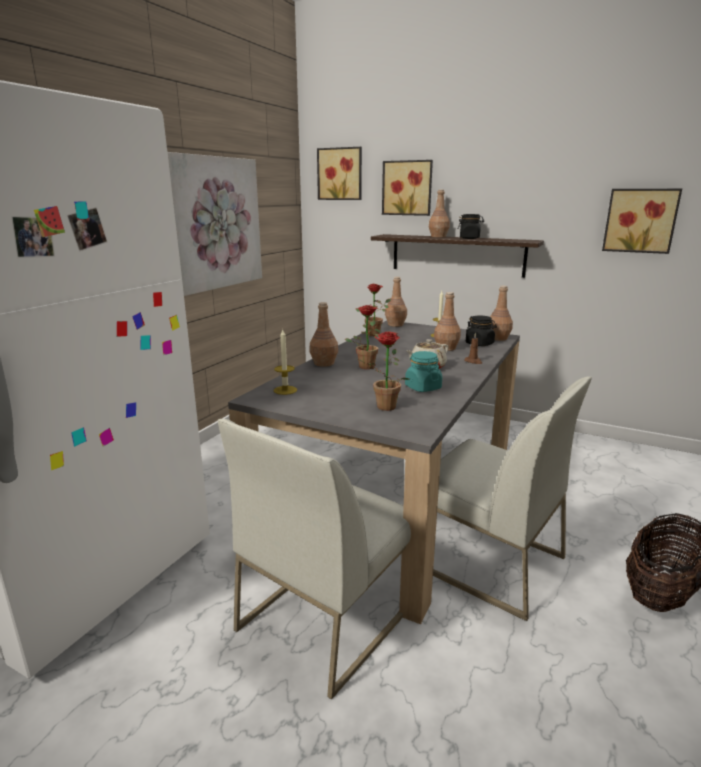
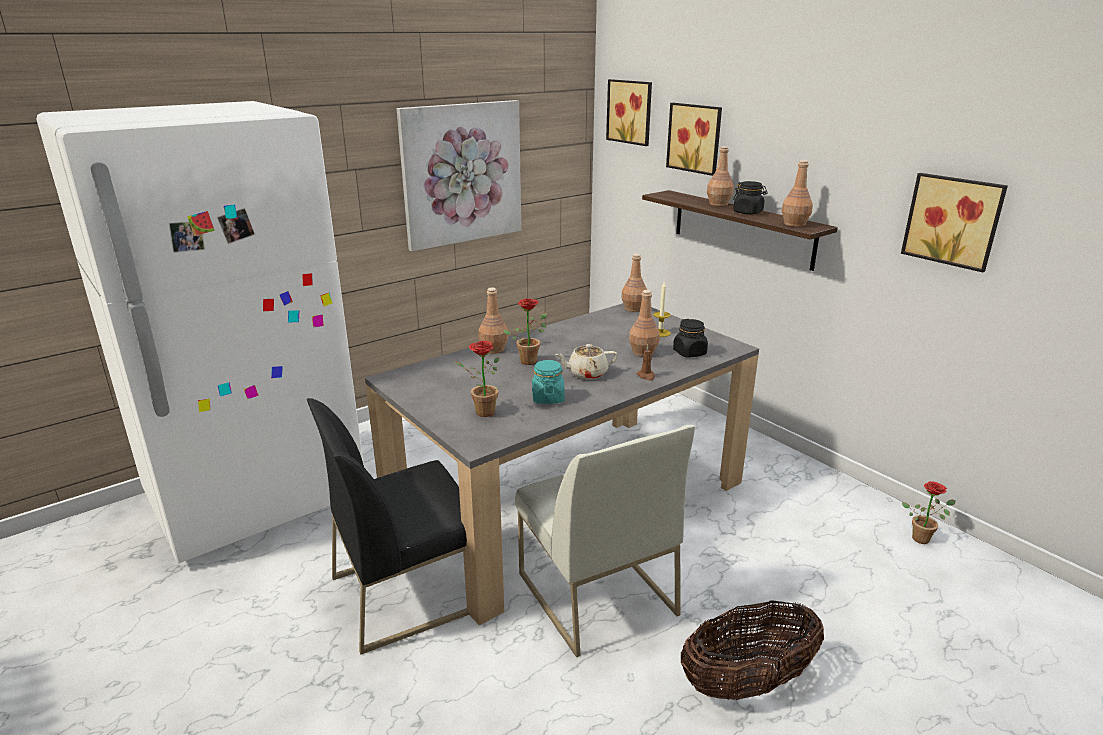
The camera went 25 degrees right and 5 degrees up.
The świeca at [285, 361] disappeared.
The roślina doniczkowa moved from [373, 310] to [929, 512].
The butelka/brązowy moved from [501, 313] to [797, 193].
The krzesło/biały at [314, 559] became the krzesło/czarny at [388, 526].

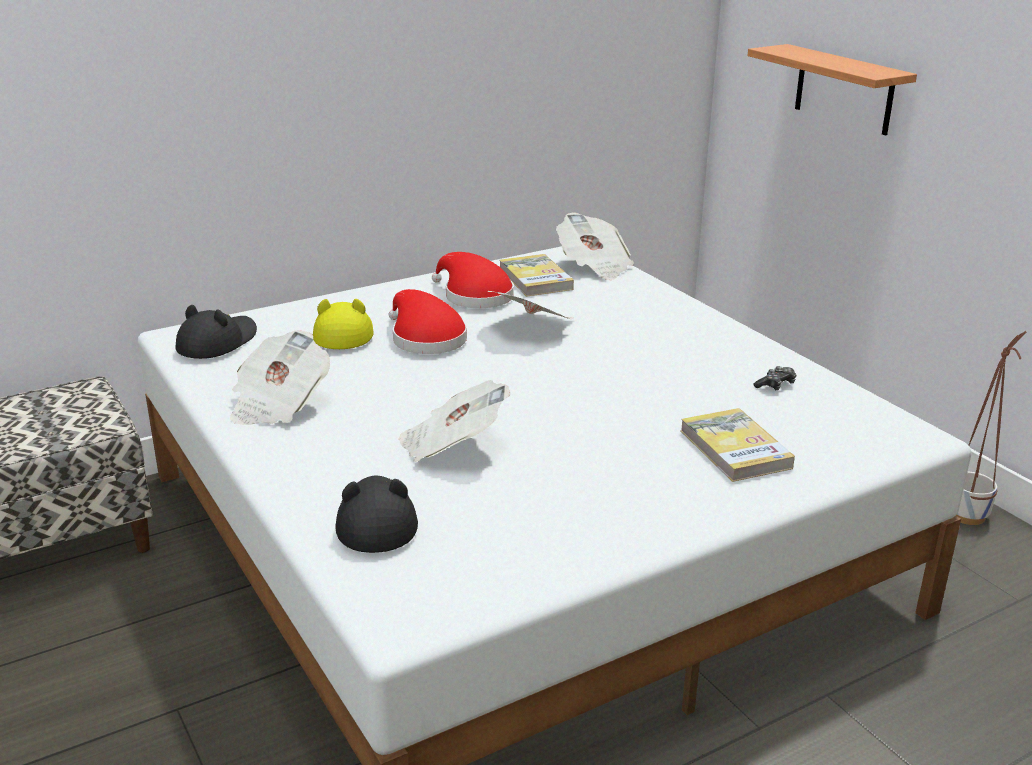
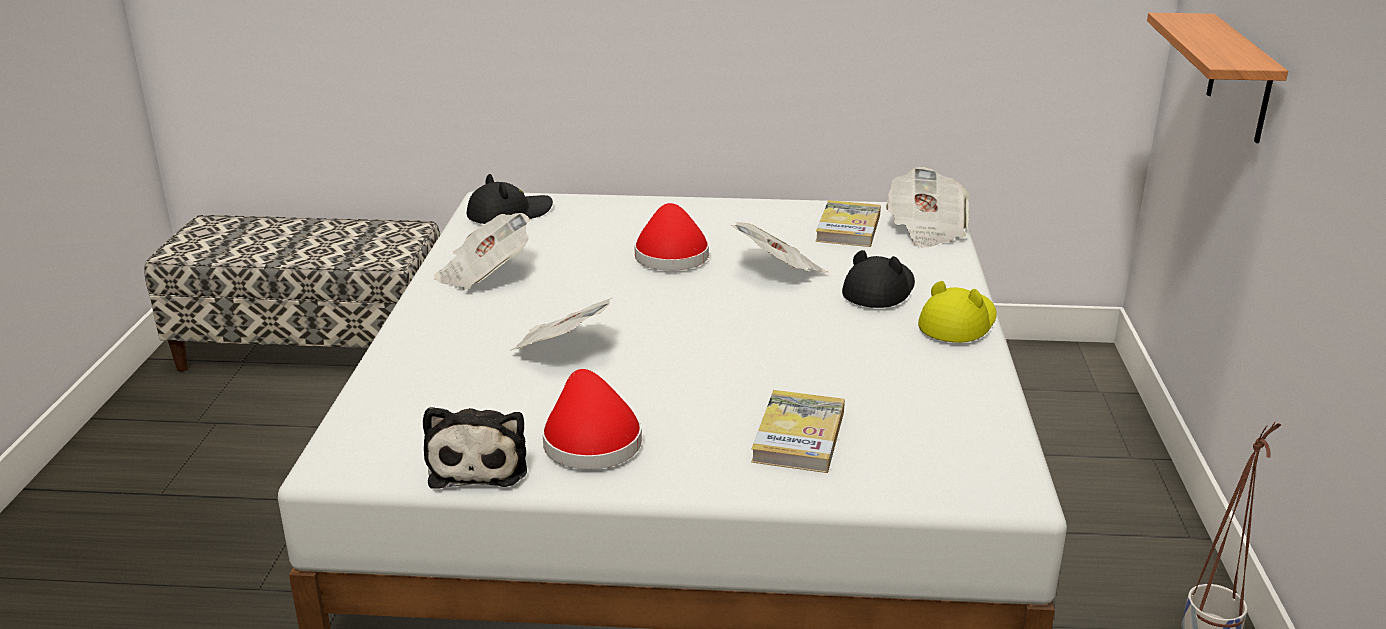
The camera went 35 degrees right and 0 degrees up.
The pad do gier at [775, 378] disappeared.
The pluszak at [475, 448] appeared.
The kapelusz/żółty moved from [343, 324] to [957, 312].
The kapelusz/czarny moved from [376, 514] to [878, 279].
The kapelusz/czerwony moved from [473, 280] to [592, 419].

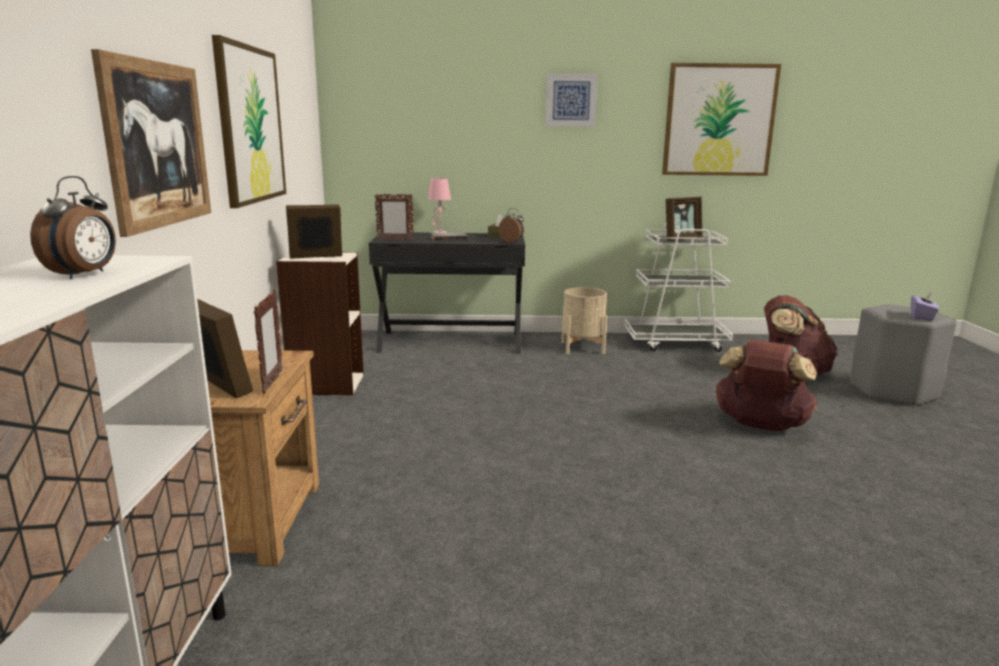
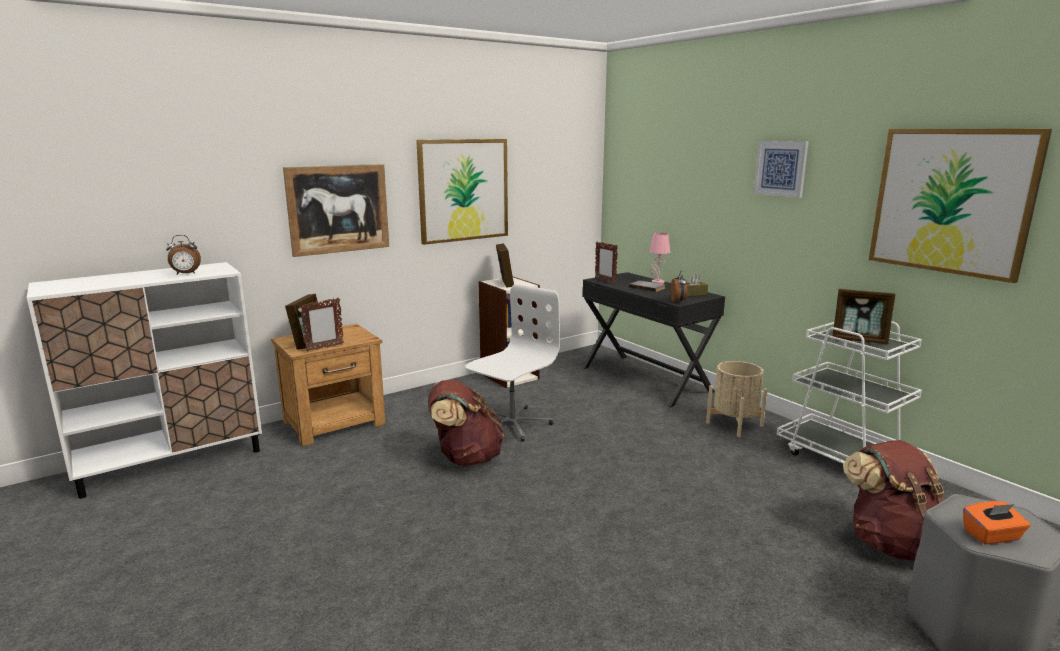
The camera went 55 degrees right and 0 degrees up.
The krzesło biurowe/biały at [512, 363] appeared.
The plecak/brązowy moved from [766, 385] to [466, 423].
The pudełko chusteczek/fioletowy at [925, 306] became the pudełko chusteczek/pomarańczowy at [996, 523].
The ramka na zdjęcie at [314, 231] turned 45 degrees clockwise.

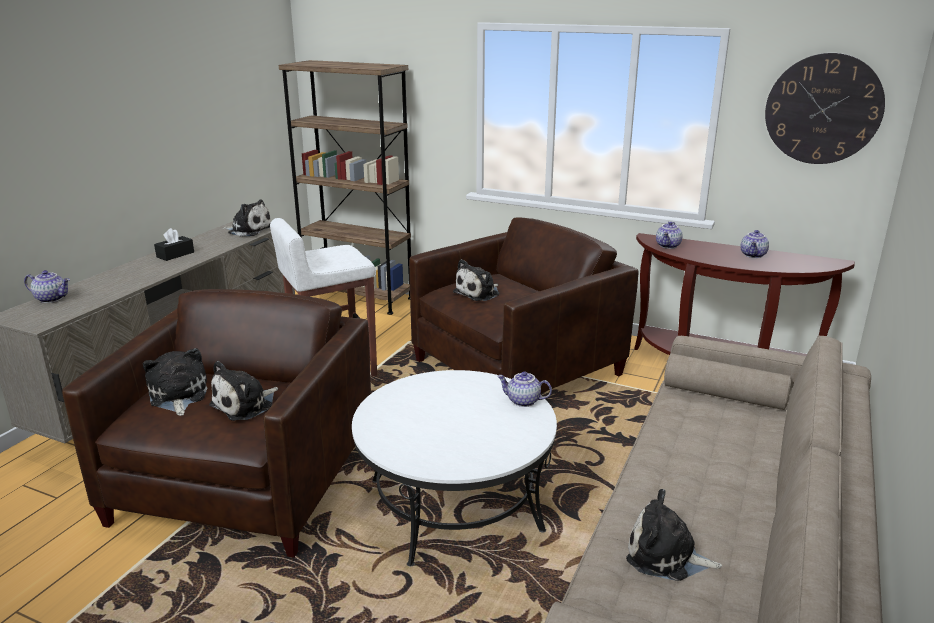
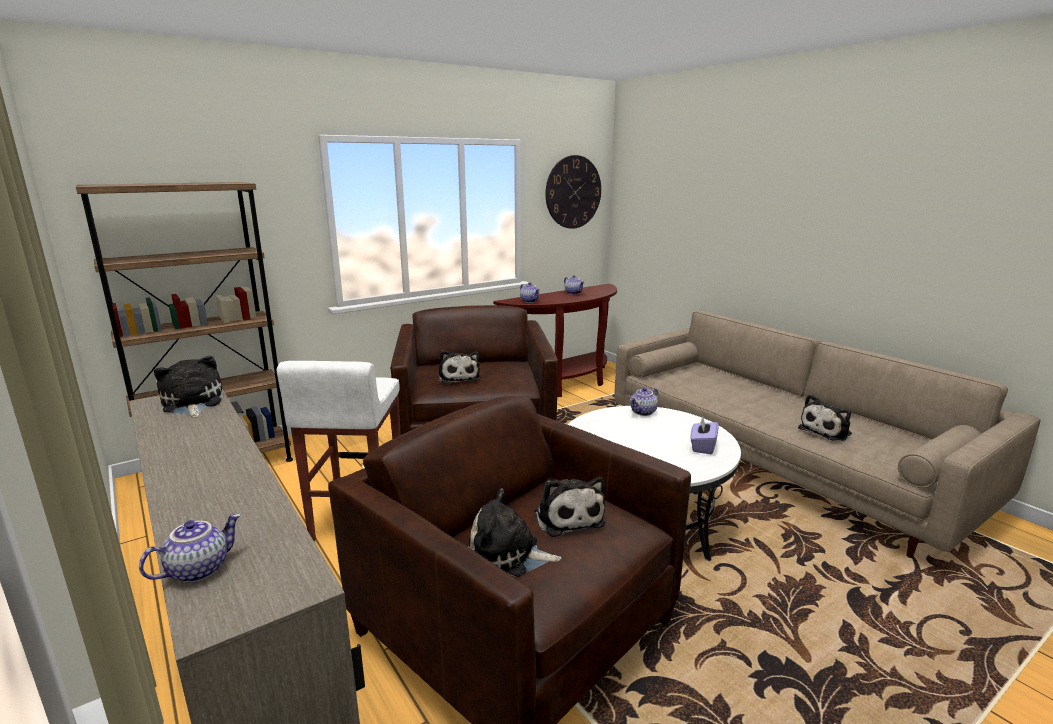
The camera went 60 degrees left and 5 degrees down.
The pudełko chusteczek/czarny at [174, 244] disappeared.
The pudełko chusteczek/fioletowy at [704, 435] appeared.
The pluszak at [246, 218] turned 75 degrees counterclockwise.

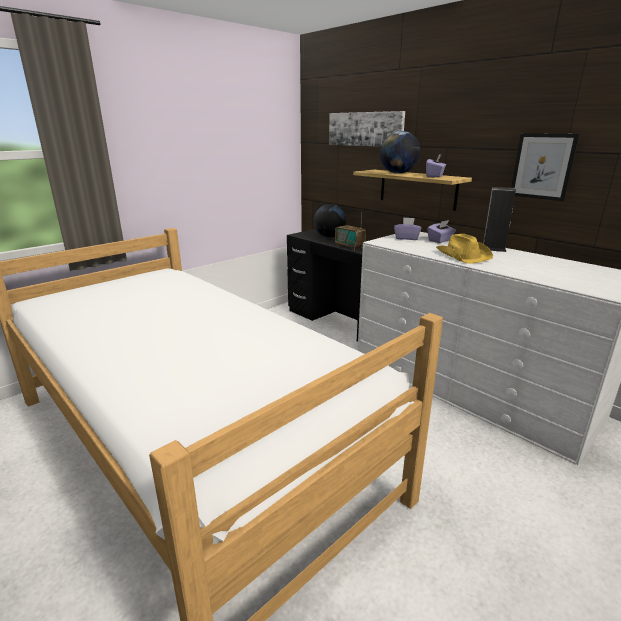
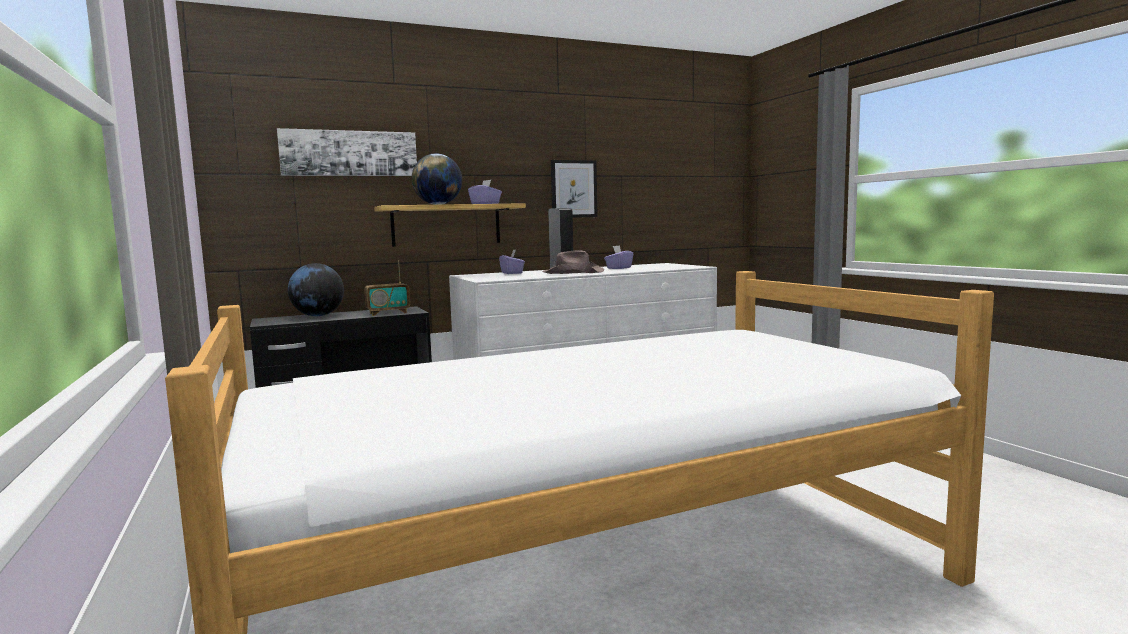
The camera went 70 degrees left and 15 degrees down.
The pudełko chusteczek/fioletowy moved from [407, 228] to [618, 257].
The kapelusz/żółty at [464, 249] became the kapelusz/brązowy at [573, 262].

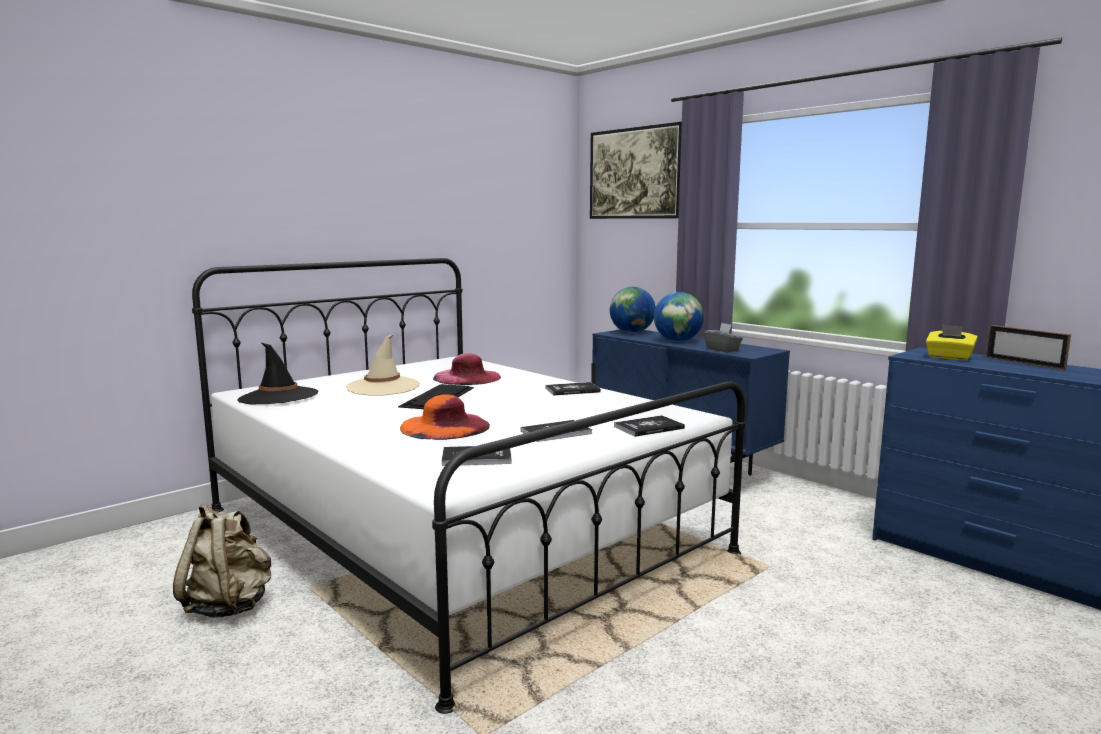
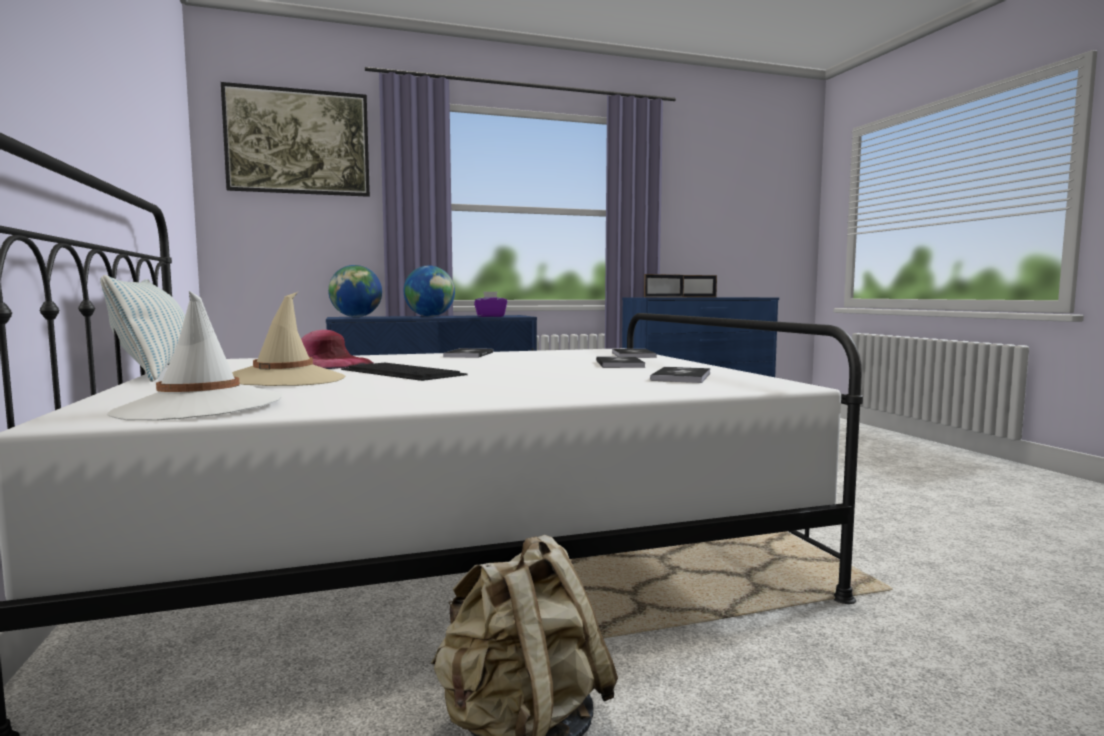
The camera went 65 degrees left and 5 degrees down.
The kapelusz/pomarańczowy at [445, 417] disappeared.
The poduszka at [142, 328] appeared.
The pudełko chusteczek/żółty at [952, 343] was replaced by the ramka na zdjęcie at [664, 285].
The kapelusz/czarny at [278, 373] became the kapelusz/biały at [194, 356].
The pudełko chusteczek/szary at [723, 337] became the pudełko chusteczek/fioletowy at [490, 304].

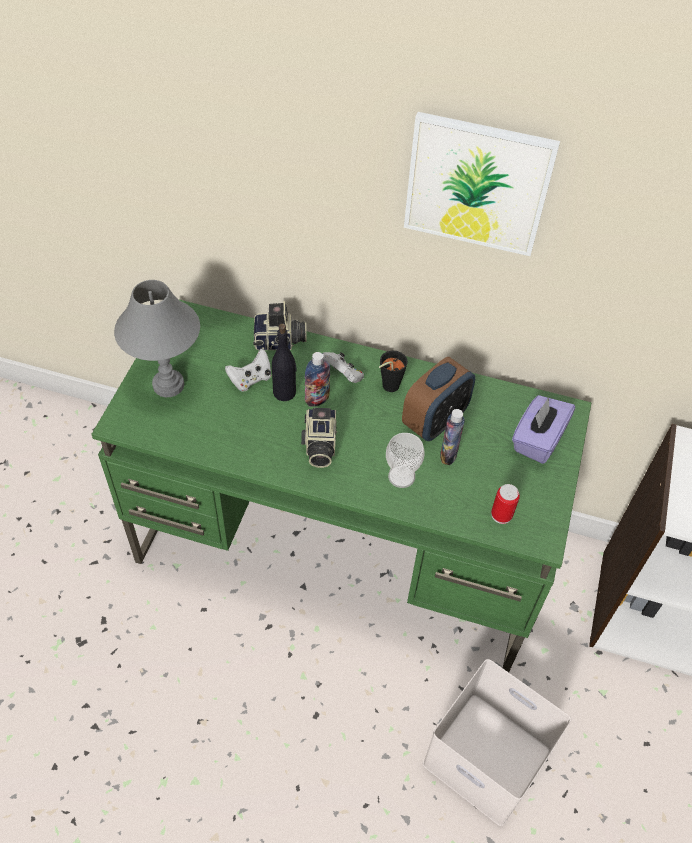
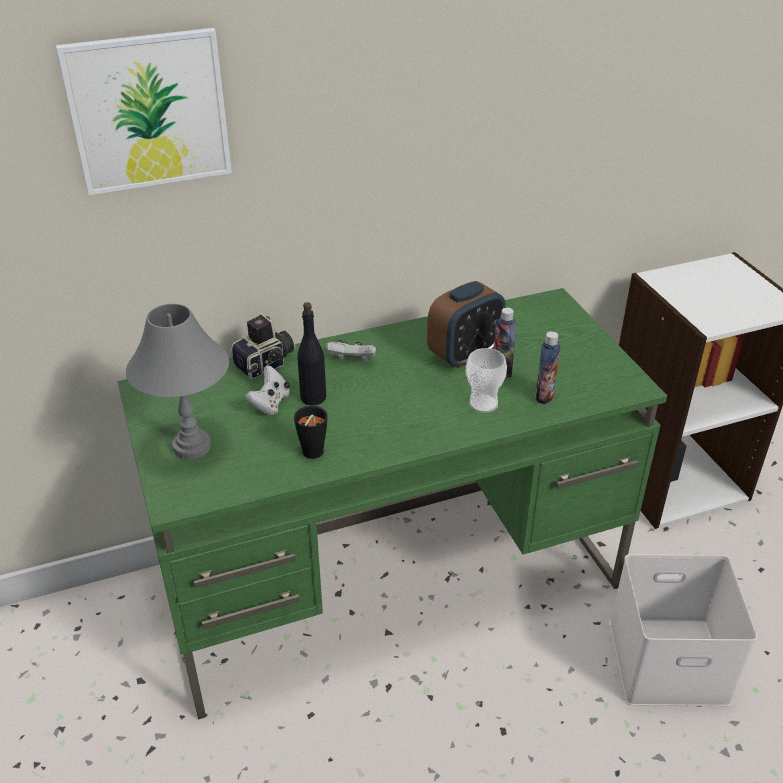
The camera went 35 degrees left and 15 degrees down.
The aparat fotograficzny at [319, 438] disappeared.
The puszka at [505, 504] disappeared.
The pudełko chusteczek/fioletowy at [543, 429] disappeared.
The butelka moved from [317, 379] to [548, 367].
The filiżanka/czarny moved from [393, 371] to [310, 432].
The obraz moved from [482, 184] to [144, 111].
The budzik at [438, 399] turned 45 degrees clockwise.

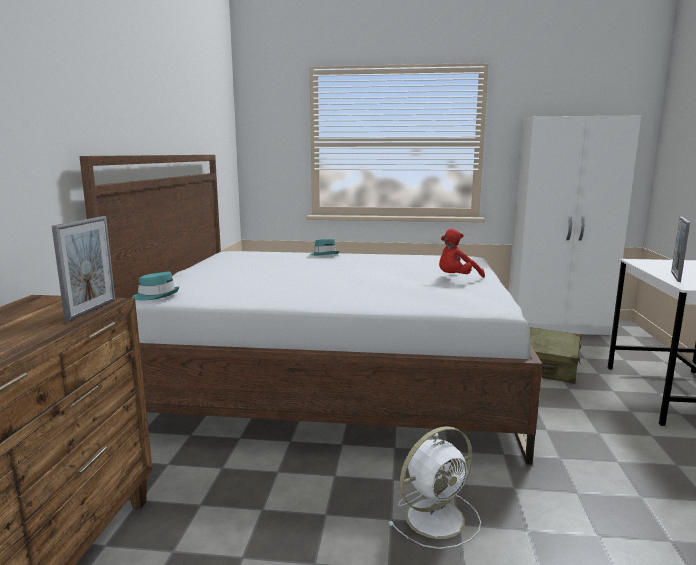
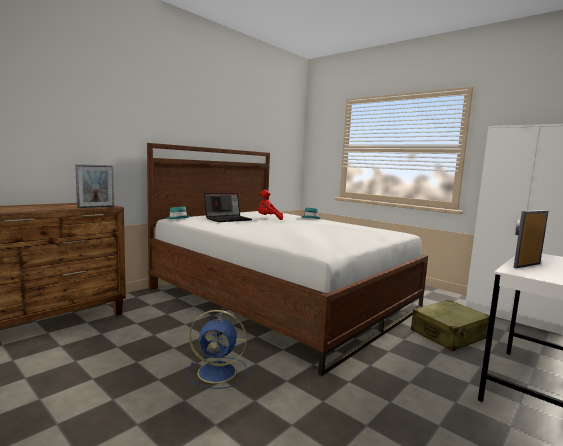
The camera went 35 degrees right and 5 degrees down.
The laptop at [228, 207] appeared.
The pluszak/czerwony moved from [462, 253] to [270, 205].
The wentylator/biały at [434, 487] became the wentylator/niebieski at [217, 349].

